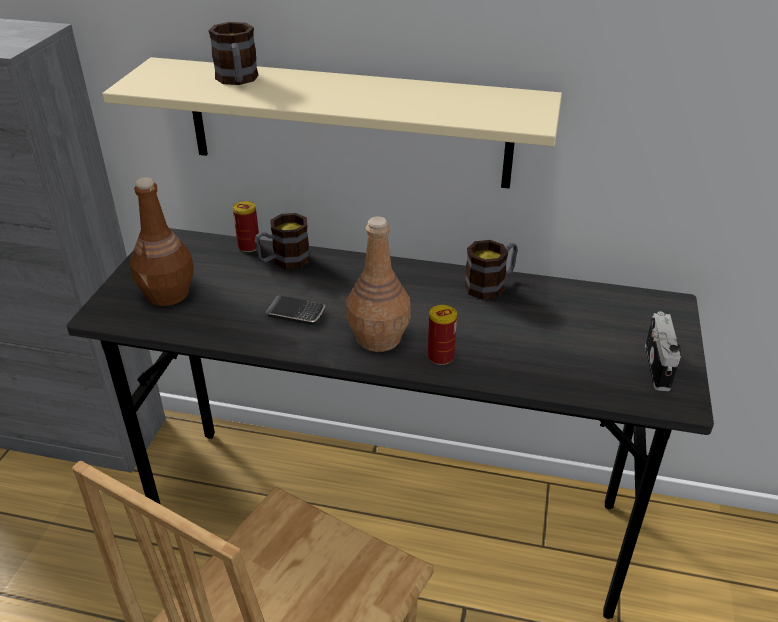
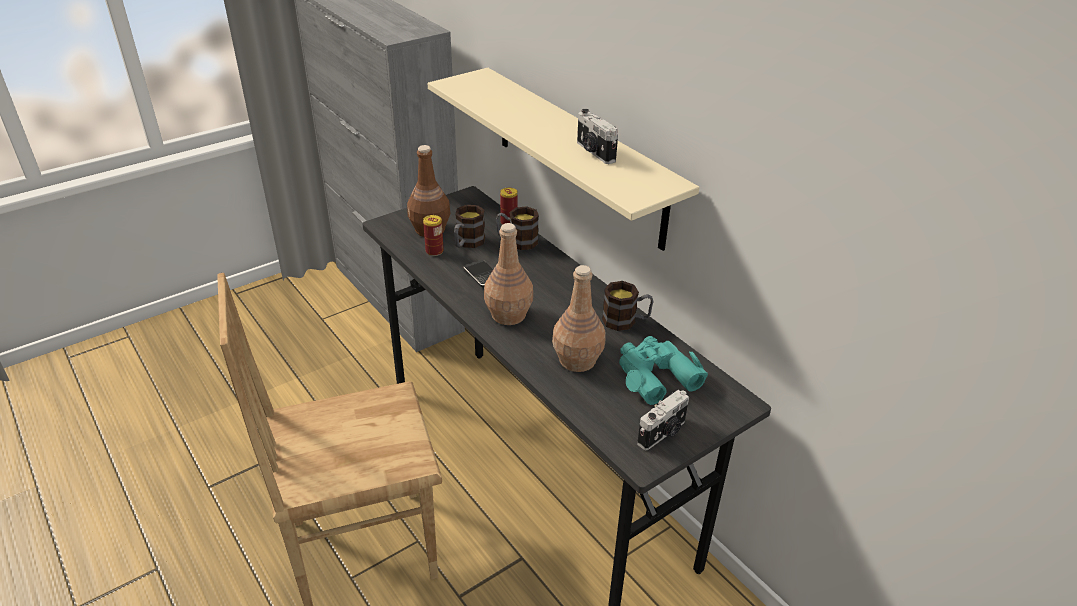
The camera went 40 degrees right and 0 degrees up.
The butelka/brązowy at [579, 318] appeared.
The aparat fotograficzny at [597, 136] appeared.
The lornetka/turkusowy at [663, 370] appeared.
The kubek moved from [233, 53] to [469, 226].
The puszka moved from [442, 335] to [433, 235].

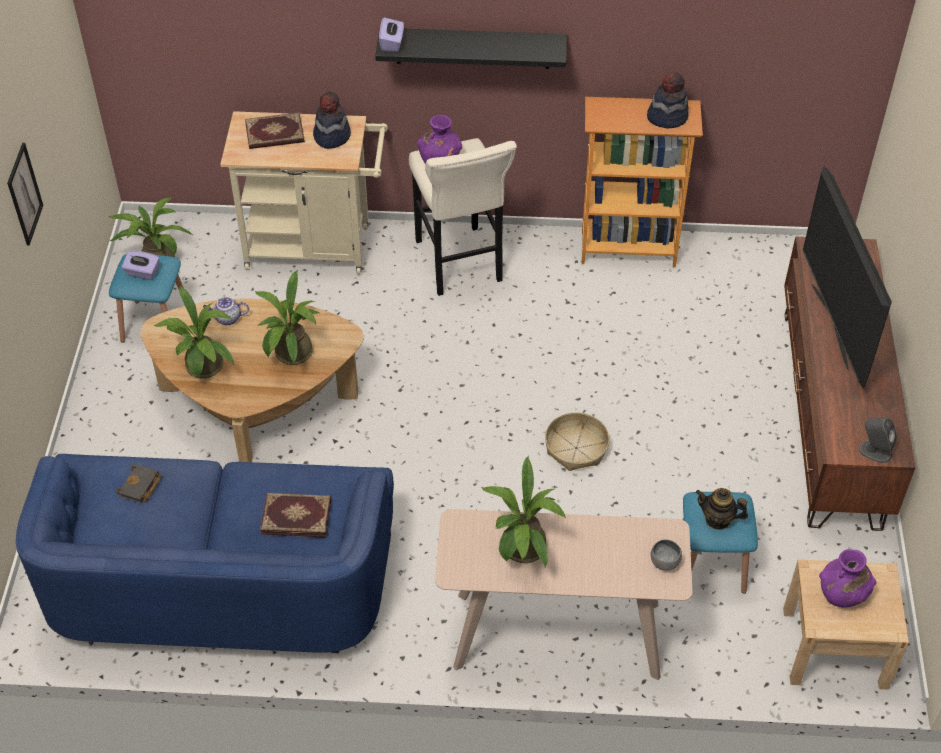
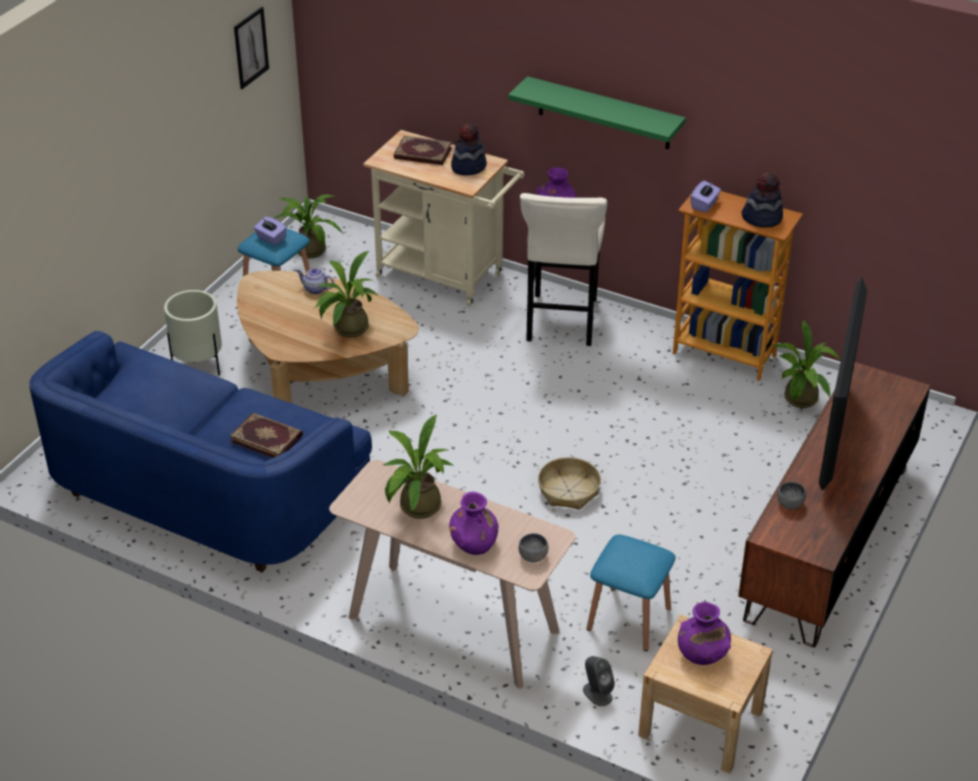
The camera went 25 degrees right and 10 degrees down.
The książka/czarny at [139, 483] disappeared.
The imbryk at [722, 509] disappeared.
The donica/beżowy at [193, 333] appeared.
The wazon/fioletowy at [473, 523] appeared.
The miska/szary at [791, 495] appeared.
The obraz moved from [25, 194] to [251, 48].
The roślina doniczkowa moved from [193, 331] to [806, 364].
The pudełko chusteczek/fioletowy moved from [391, 35] to [705, 196].
The głośnik/szary moved from [878, 440] to [599, 681].
The półka/czarny at [471, 49] became the półka/zielony at [597, 112].

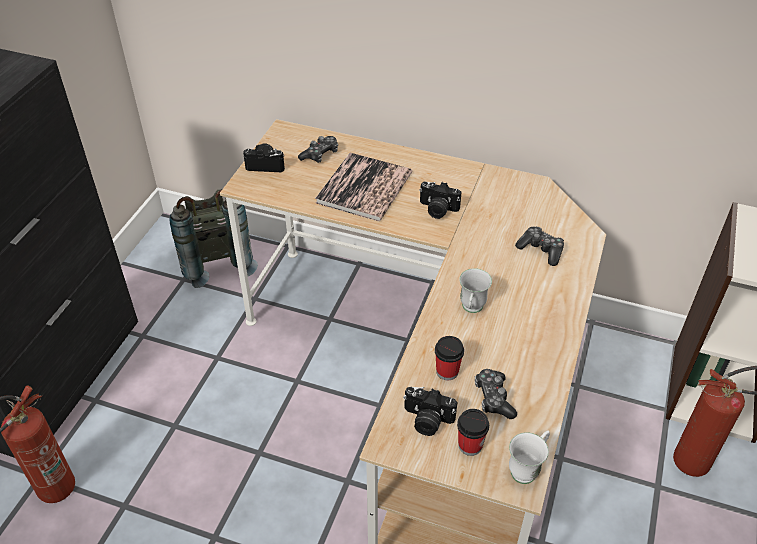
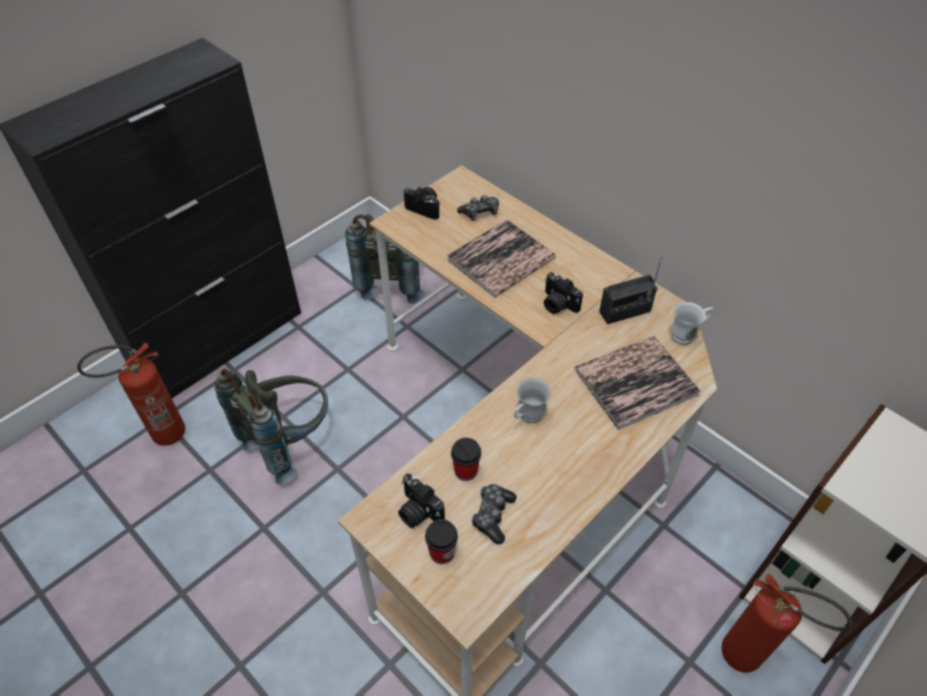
The camera went 25 degrees right and 5 degrees up.
The plecak/szary at [271, 426] appeared.
The radio at [630, 291] appeared.
The kubek/biały moved from [529, 457] to [692, 323].
The pad do gier at [539, 246] was replaced by the książka at [638, 383].

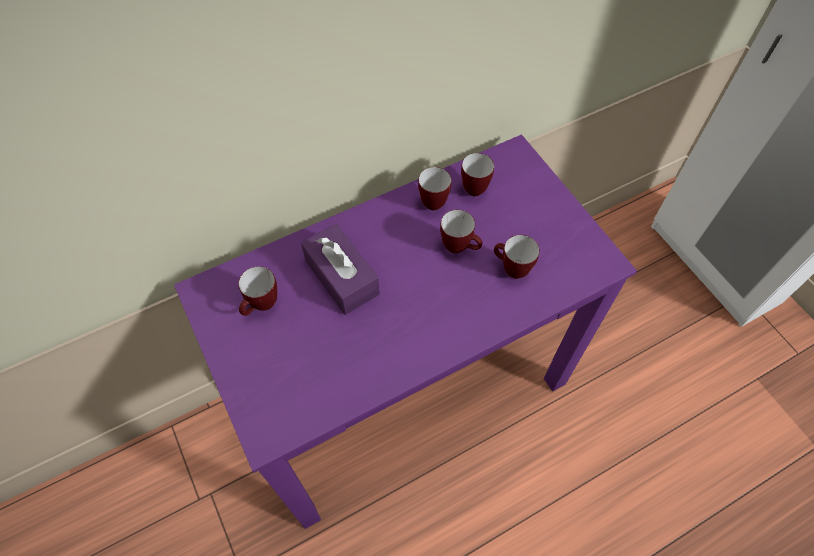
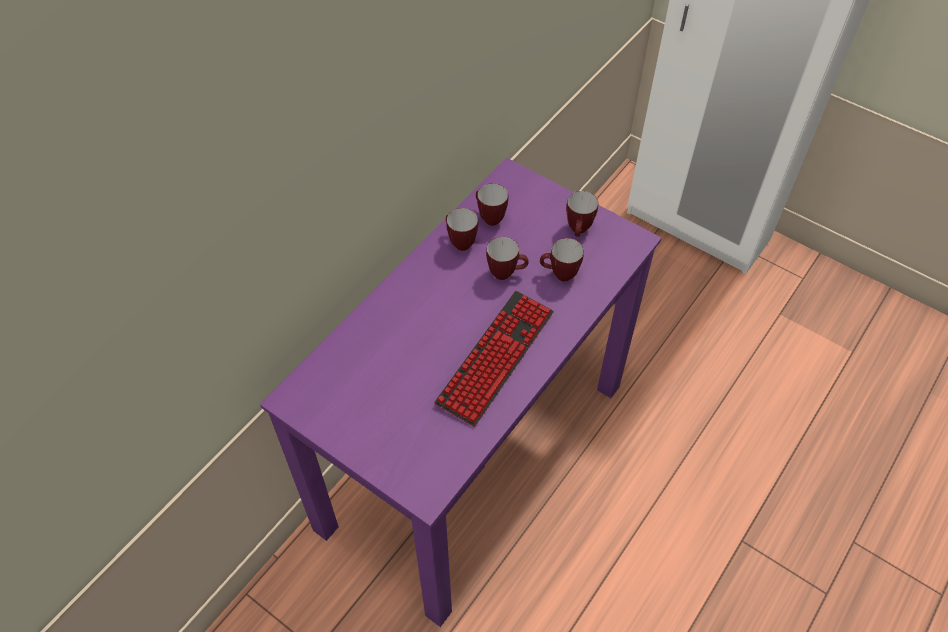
The camera went 25 degrees left and 5 degrees down.
The pudełko chusteczek/fioletowy at [340, 269] disappeared.
The klawiatura at [494, 359] appeared.
The kubek moved from [257, 291] to [582, 214].

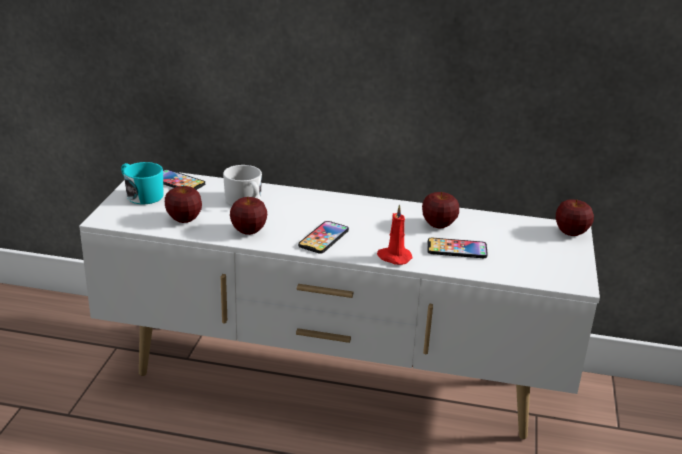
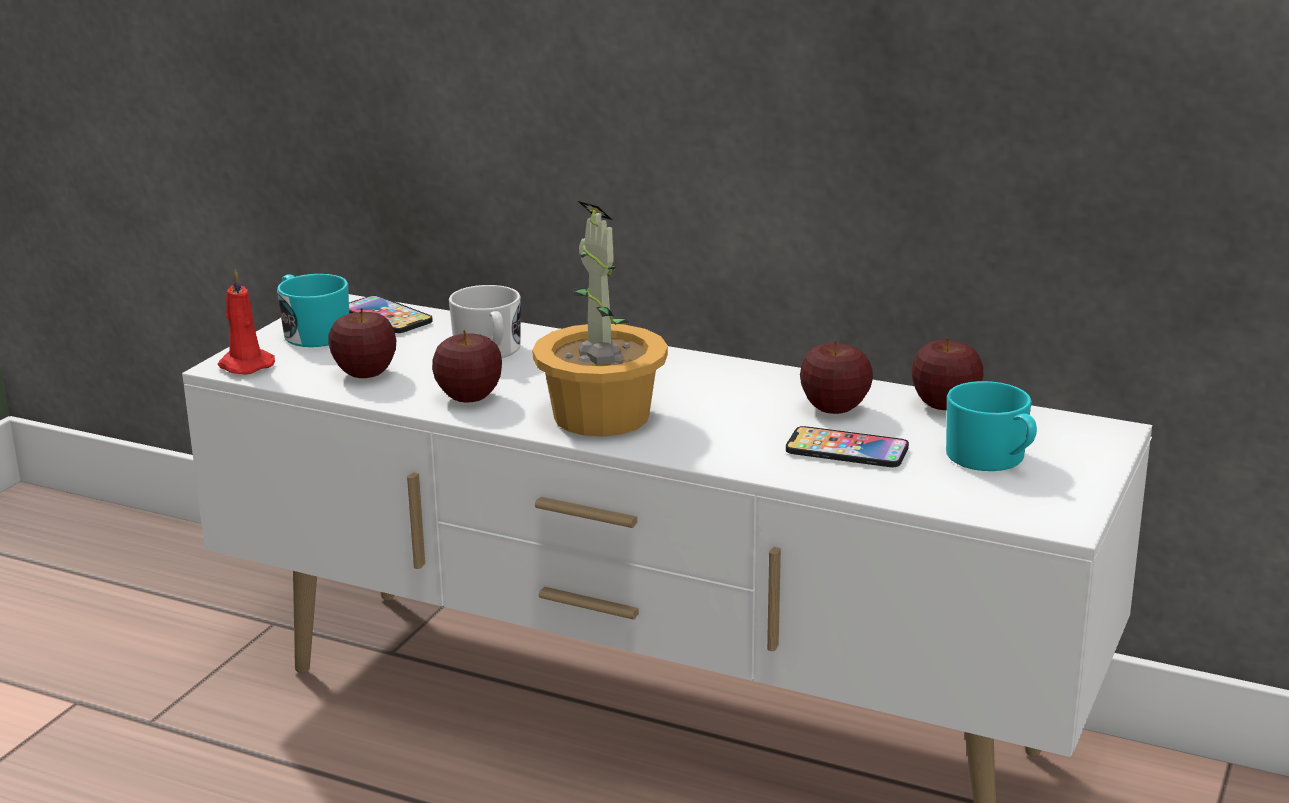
The camera went 15 degrees right and 5 degrees down.
The kubek/turkusowy at [991, 426] appeared.
The świeca/czerwony moved from [395, 234] to [246, 321].
The jabłko moved from [575, 217] to [947, 373].
The telefon at [323, 237] was replaced by the roślina doniczkowa at [600, 319].

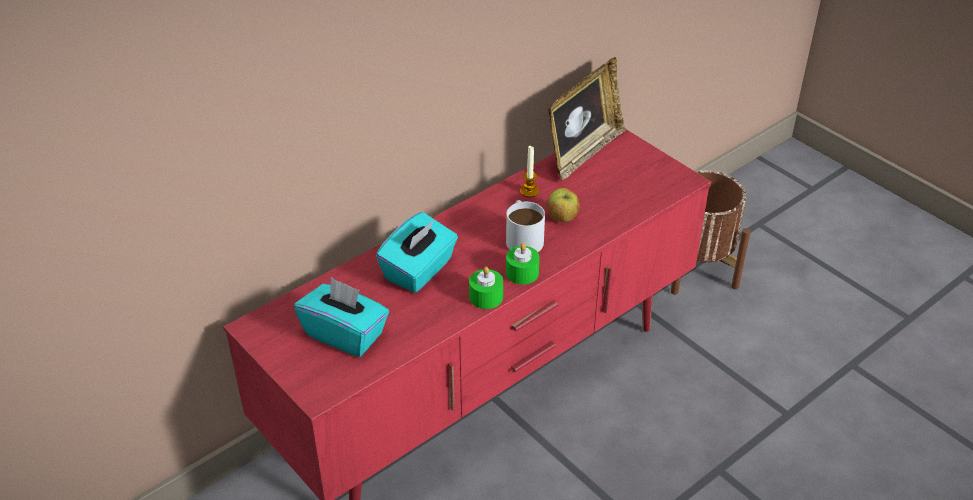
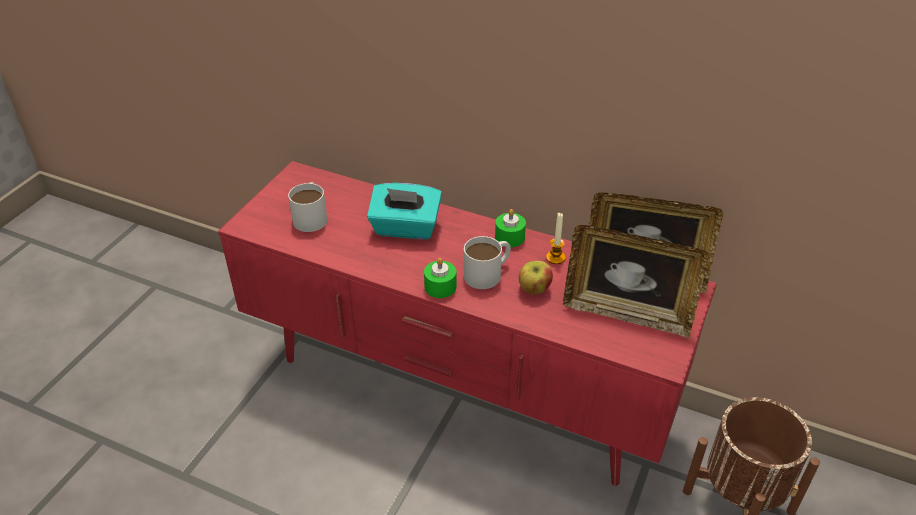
The camera went 65 degrees right and 0 degrees up.
The ramka na zdjęcie at [636, 281] appeared.
The świeca/zielony moved from [486, 288] to [510, 228].
The pudełko chusteczek/turkusowy at [341, 317] was replaced by the kubek/biały at [307, 207].

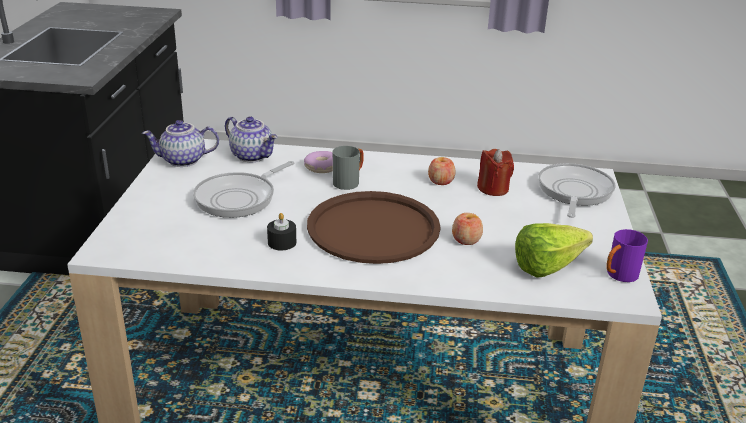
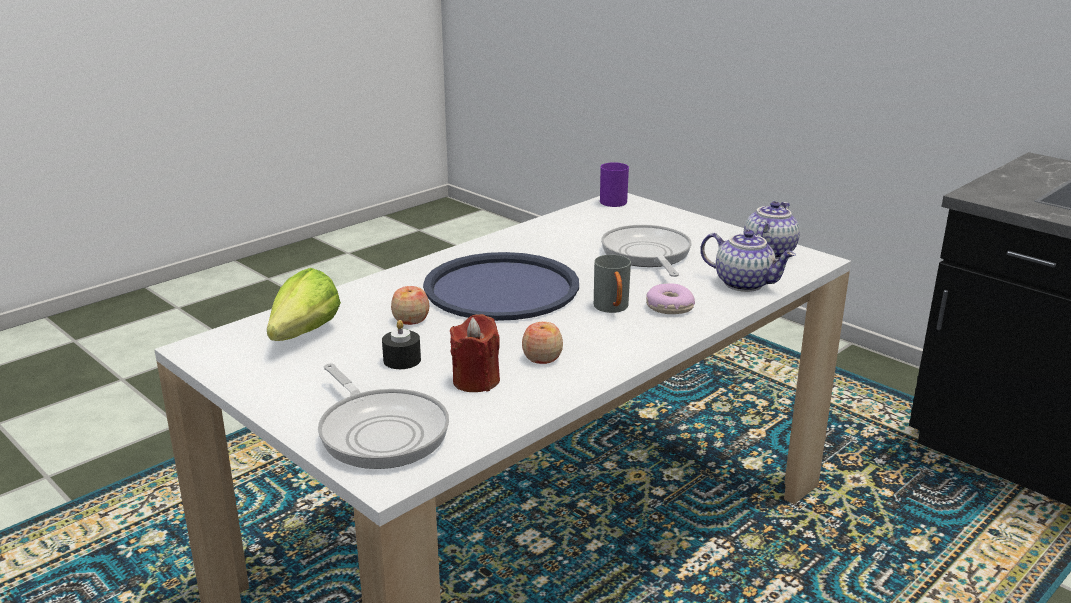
The camera went 130 degrees right and 5 degrees down.
The świeca/czarny moved from [281, 231] to [401, 344].
The kubek/fioletowy moved from [627, 255] to [614, 184].
The taca/brązowy at [374, 227] became the taca/niebieski at [501, 286].
The imbryk at [251, 139] turned 135 degrees counterclockwise.

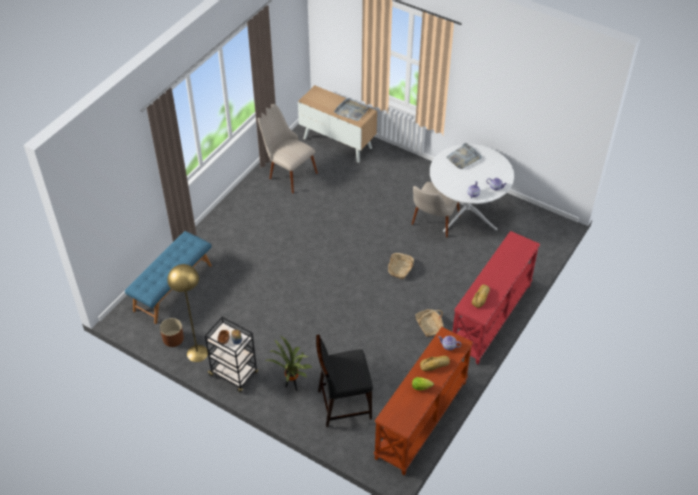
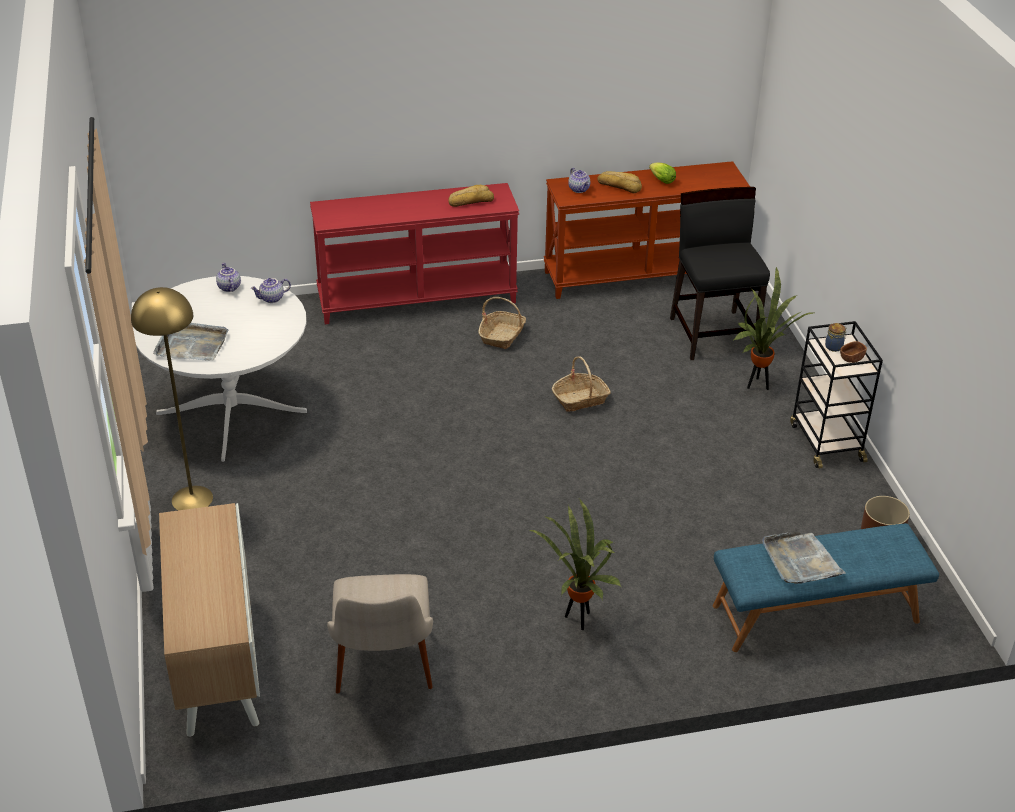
The camera went 135 degrees left and 10 degrees down.
The krzesło/beżowy at [436, 209] disappeared.
The roślina doniczkowa at [575, 565] appeared.
The lampa stojąca/żółty moved from [187, 313] to [172, 398].
The taca/szary moved from [351, 109] to [804, 558].
The koszyk moved from [401, 266] to [581, 384].
The krzesło/czarny at [344, 381] turned 135 degrees counterclockwise.

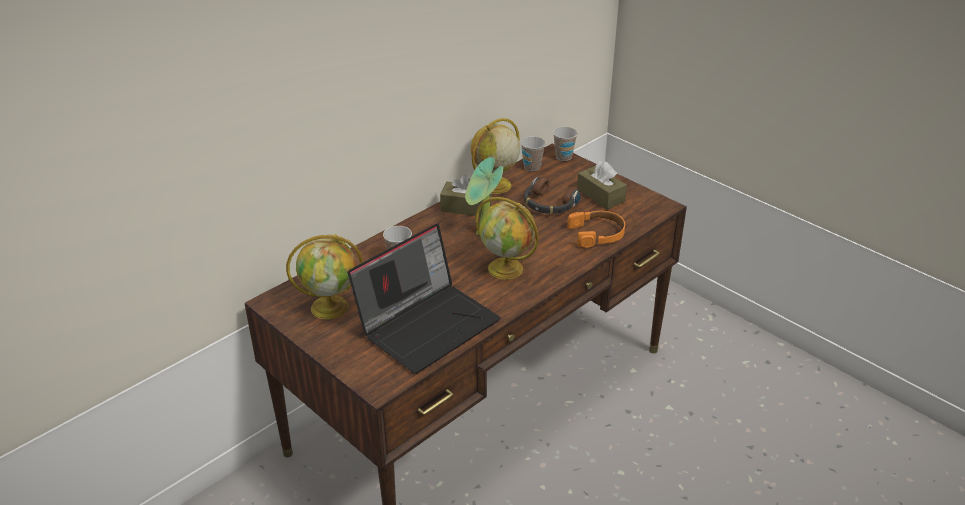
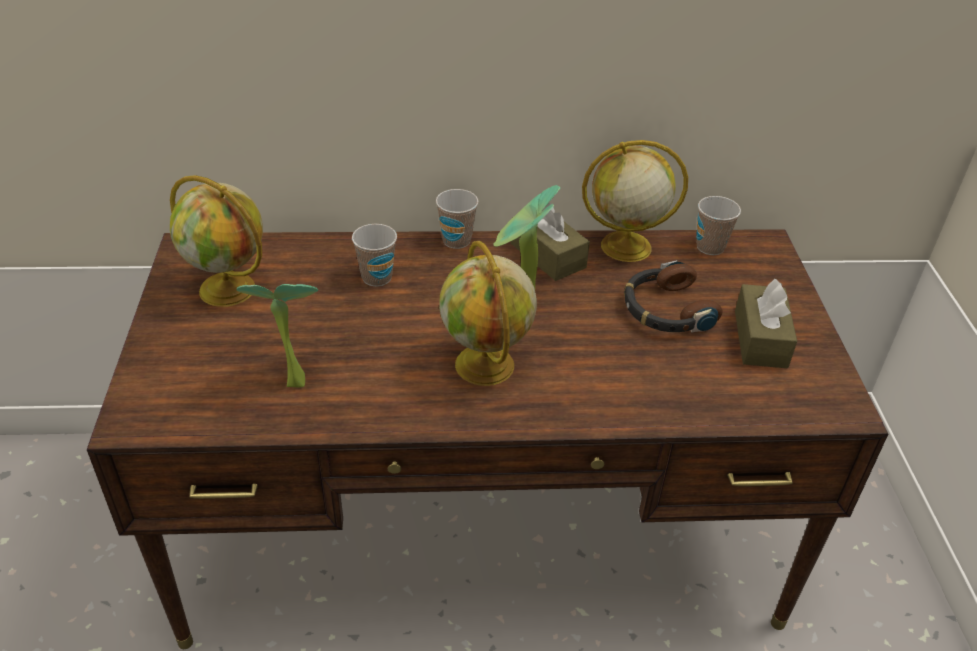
The camera went 40 degrees right and 5 degrees up.
The słuchawki/pomarańczowy at [596, 229] disappeared.
The filiżanka moved from [565, 144] to [457, 219].
The laptop at [424, 298] was replaced by the roślina doniczkowa at [277, 335].

